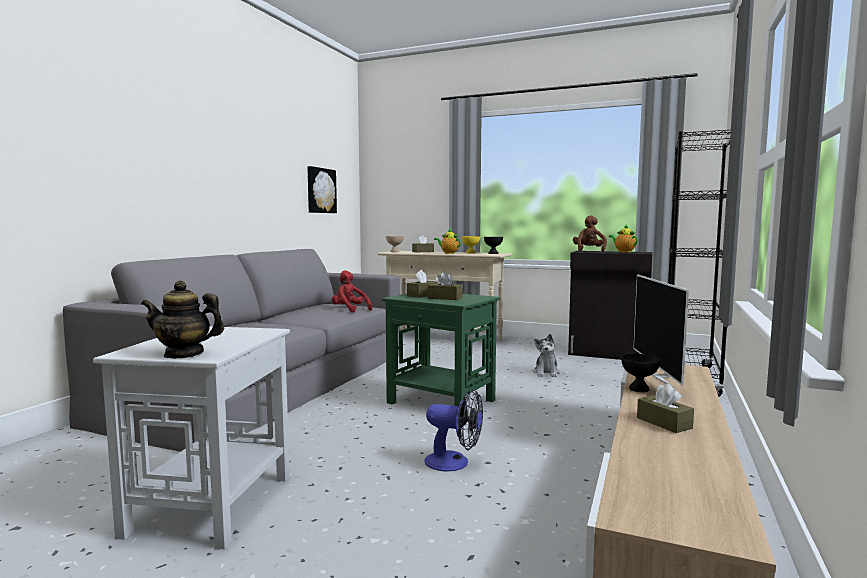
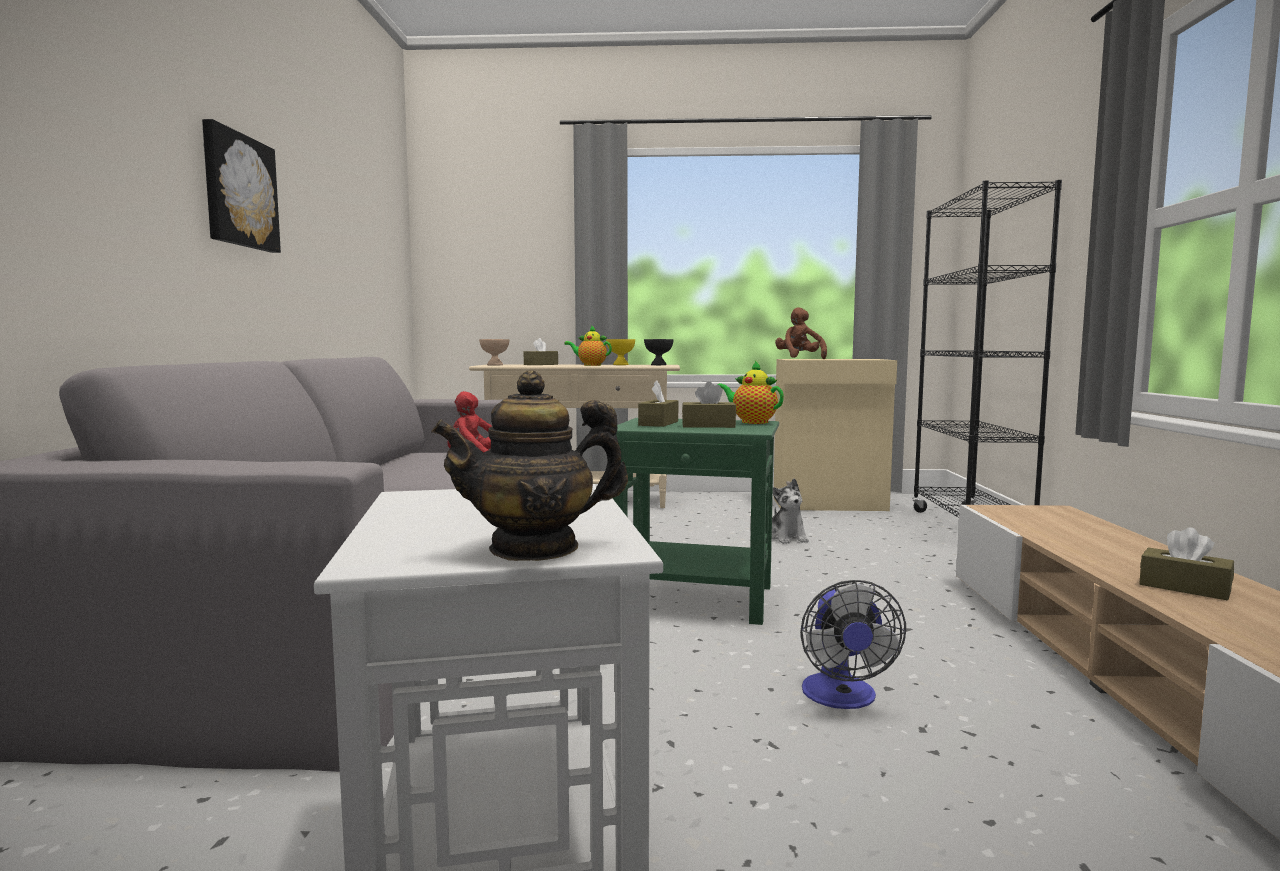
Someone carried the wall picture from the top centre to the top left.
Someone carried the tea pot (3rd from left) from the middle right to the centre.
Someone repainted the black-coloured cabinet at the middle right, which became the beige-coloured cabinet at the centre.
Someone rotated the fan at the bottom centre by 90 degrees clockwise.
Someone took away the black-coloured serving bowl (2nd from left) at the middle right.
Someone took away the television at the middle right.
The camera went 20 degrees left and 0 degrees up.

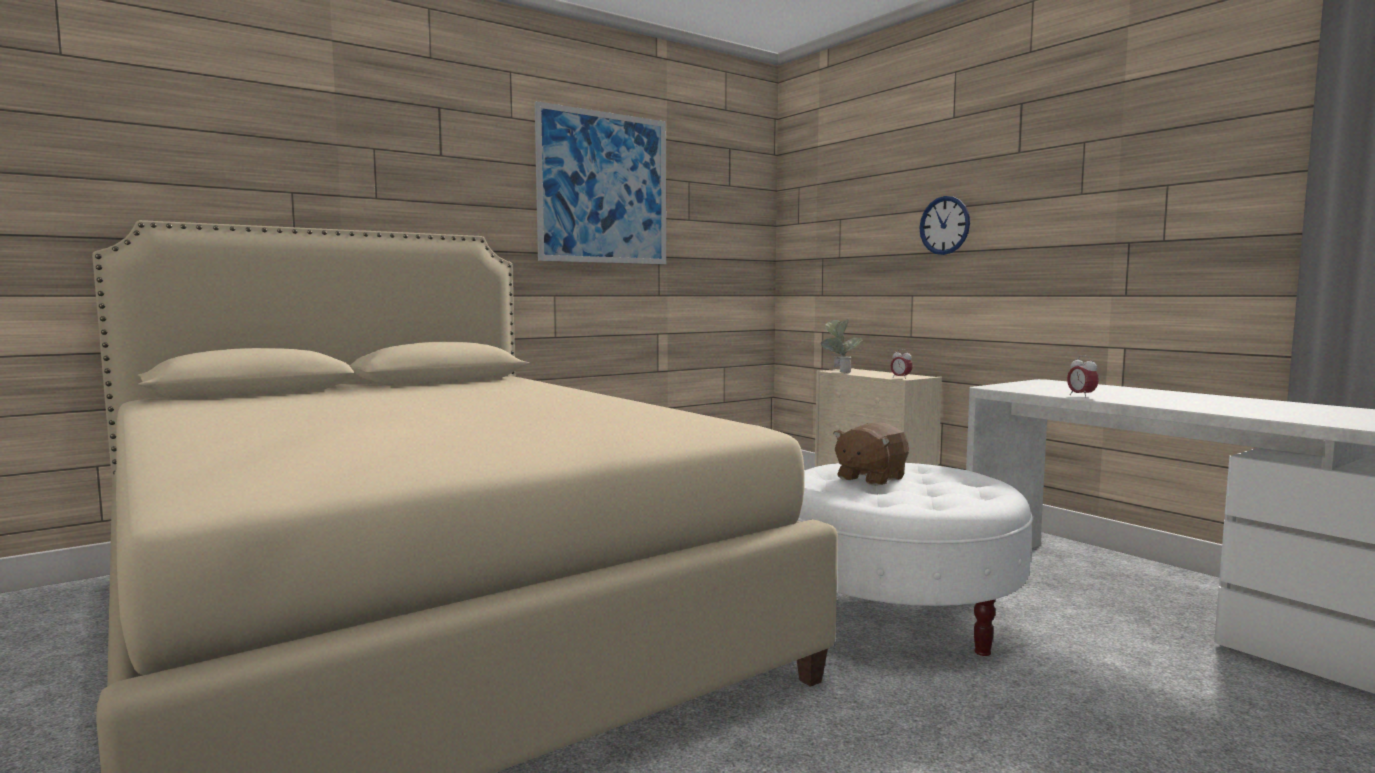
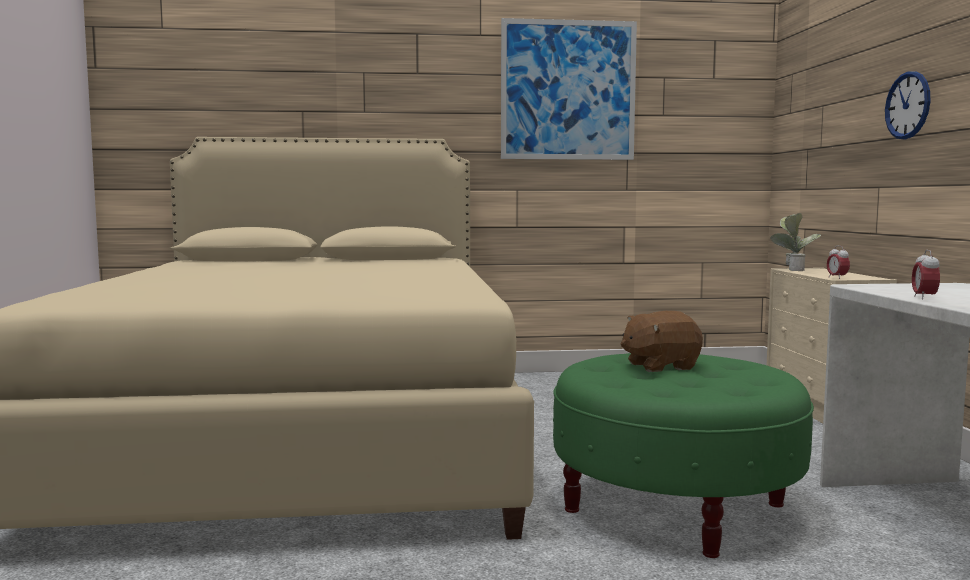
Someone repainted the white pouffe at the bottom centre, which became the greenish pouffe at the bottom right.
The camera went 30 degrees right and 0 degrees up.

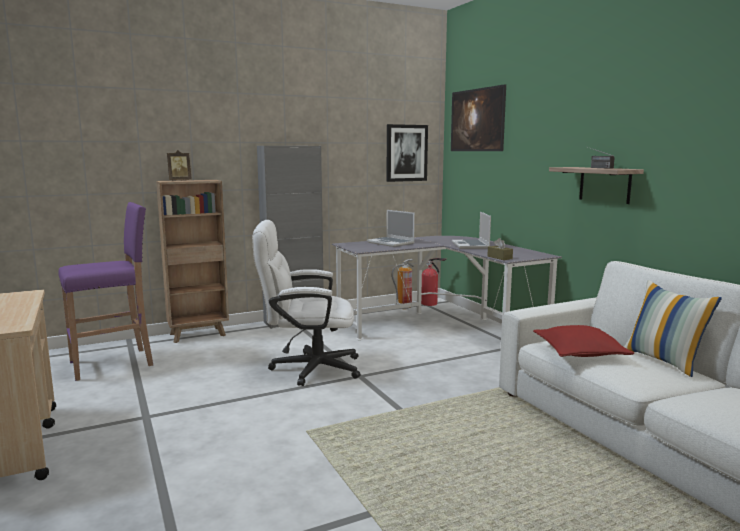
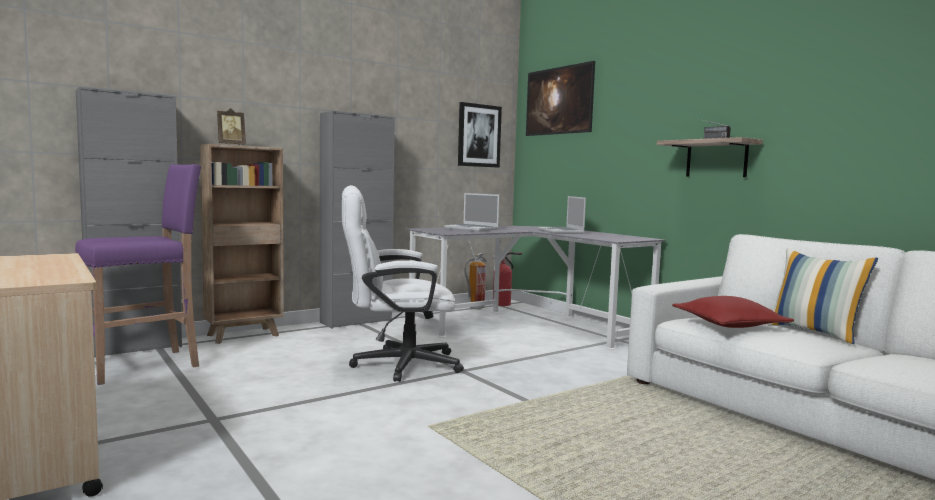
Someone put down the gray cabinet (1st from left) at the middle left.
Someone took away the brownish tissue box at the middle right.
The camera went 10 degrees left and 5 degrees down.

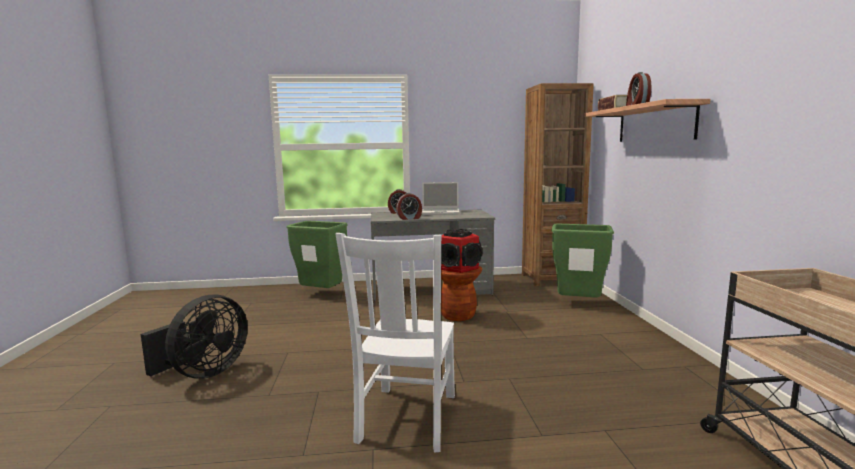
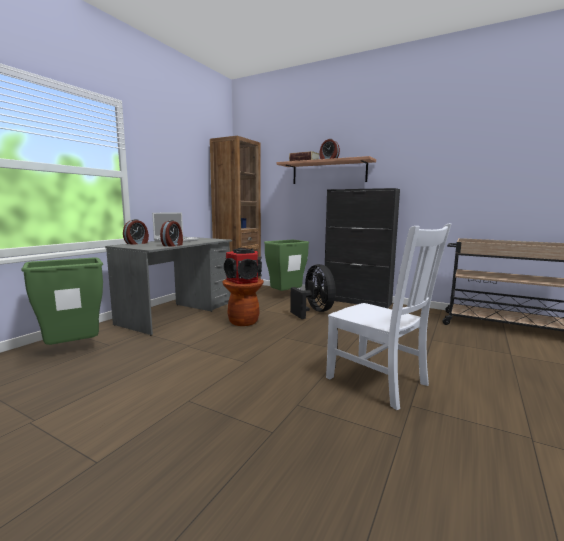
Someone carried the black-coloured fan from the bottom left to the centre.
Someone put down the black-coloured cabinet at the centre.
The camera went 55 degrees left and 0 degrees up.

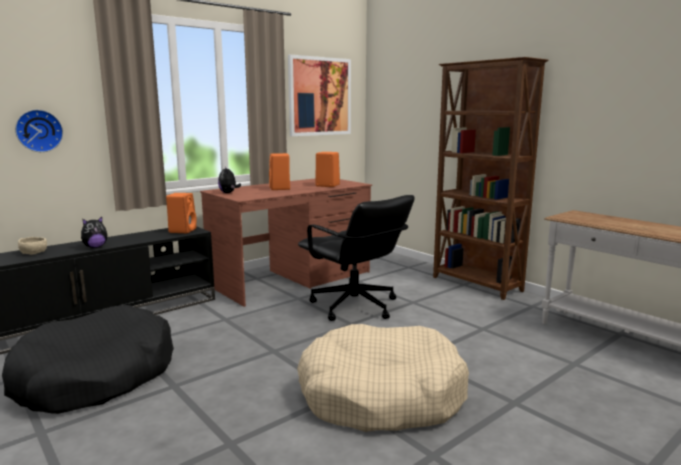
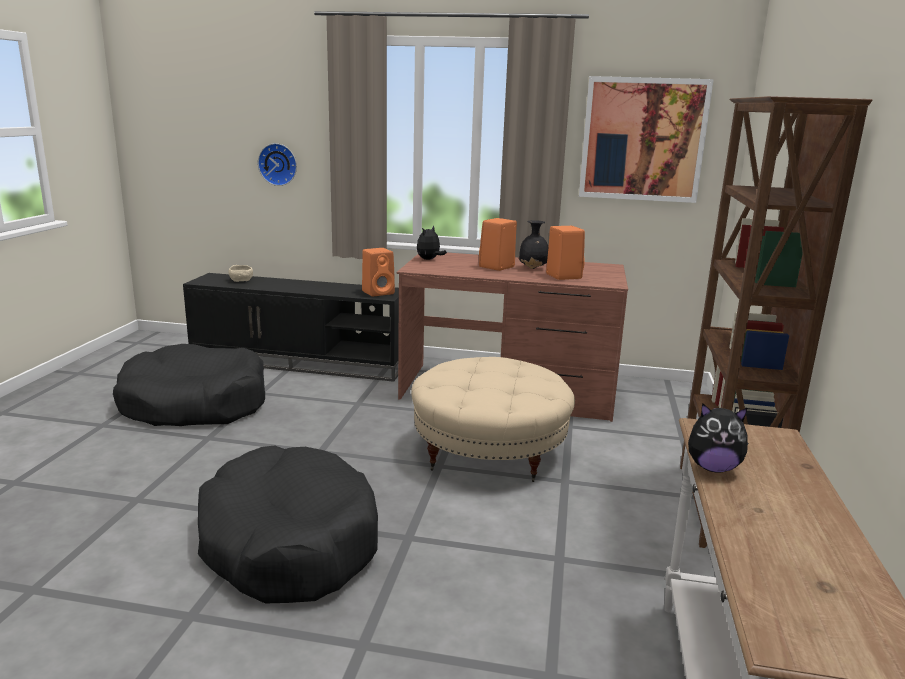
Someone repainted the beige-coloured dog cushion at the bottom centre, which became the black-coloured dog cushion (2nd from left) at the bottom left.
Someone swapped the black-coloured desk chair at the centre for the beige-coloured pouffe at the centre.
Someone put down the black-coloured vase at the centre.
Someone carried the cuddly toy (1st from left in the first image) from the middle left to the middle right.
The camera went 50 degrees right and 5 degrees up.

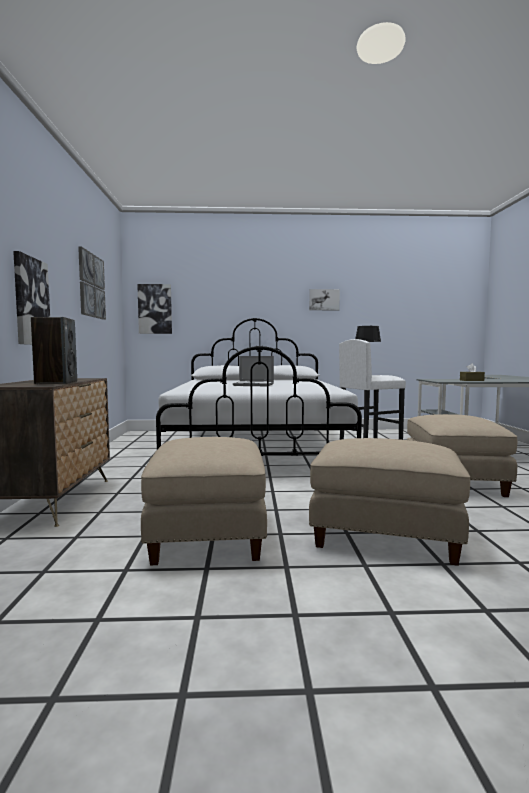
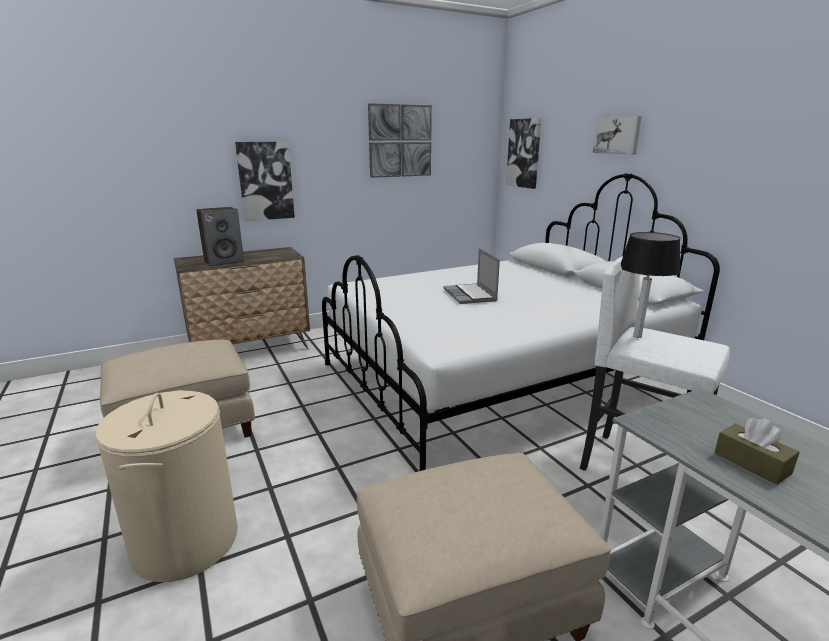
Someone swapped the beige-coloured pouffe (2nd from left) at the middle right for the beige-coloured hamper at the bottom left.
Someone carried the wall picture (4th from left) from the centre to the top right.
The camera went 65 degrees right and 15 degrees up.

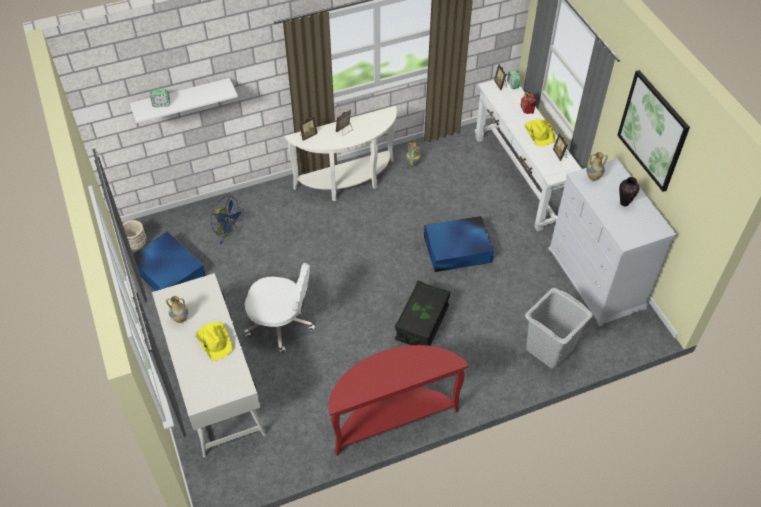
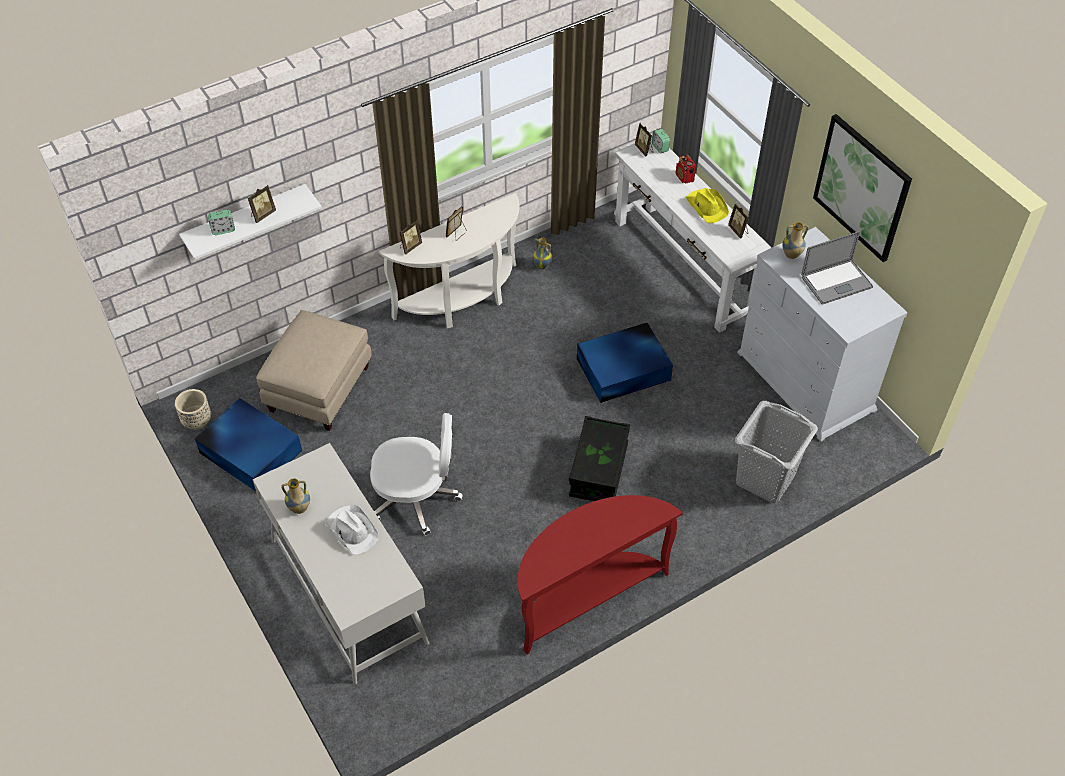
Someone put down the picture frame (1st from left) at the top left.
Someone swapped the blue fan at the middle left for the beige-coloured pouffe at the middle left.
Someone repainted the yellowish wearable hat (1st from left) at the bottom left, which became the white wearable hat at the bottom left.
Someone swapped the vase (4th from left) at the middle right for the laptop at the middle right.
The camera went 10 degrees left and 0 degrees up.

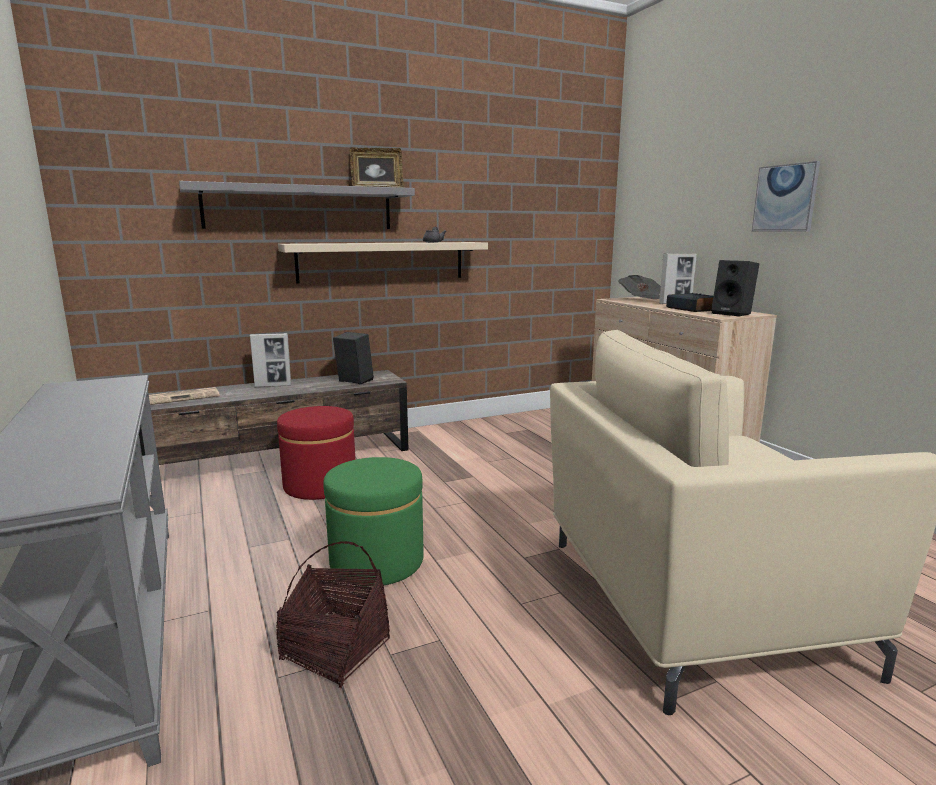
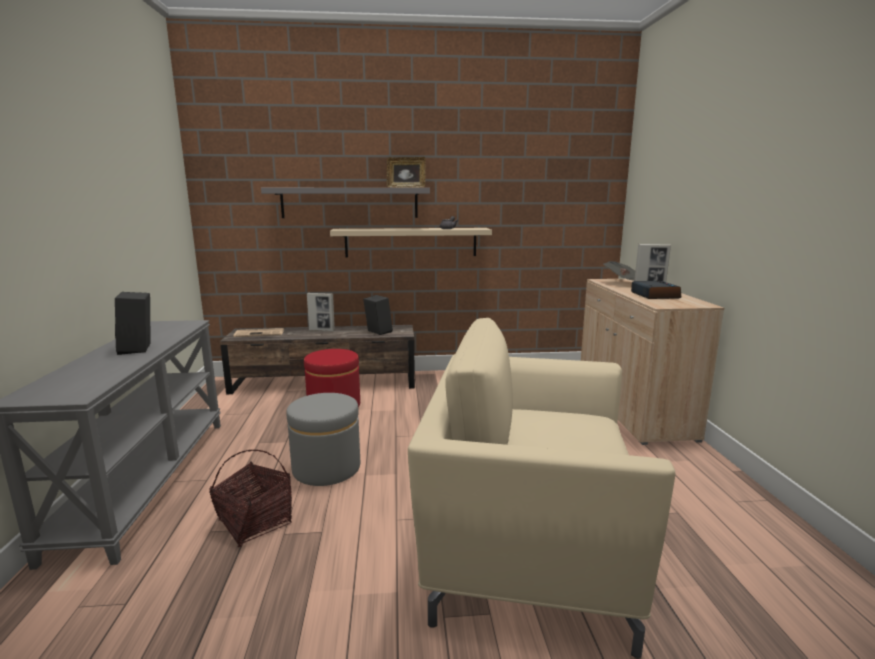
Someone carried the black-coloured loudspeaker (2nd from left in the first image) from the middle right to the middle left.
Someone repainted the greenish pouffe at the centre, which became the gray pouffe at the centre.
Someone took away the wall picture at the top right.
The camera went 20 degrees right and 0 degrees up.

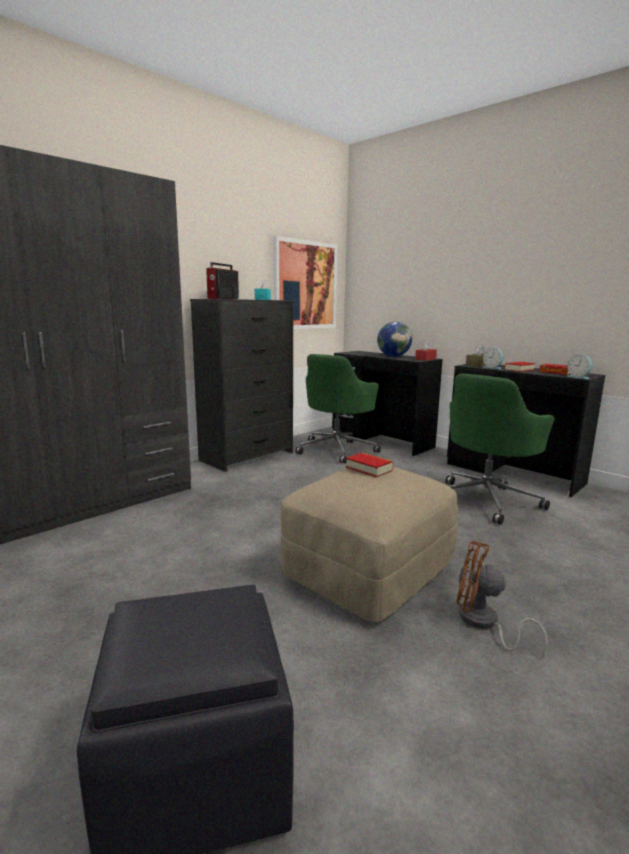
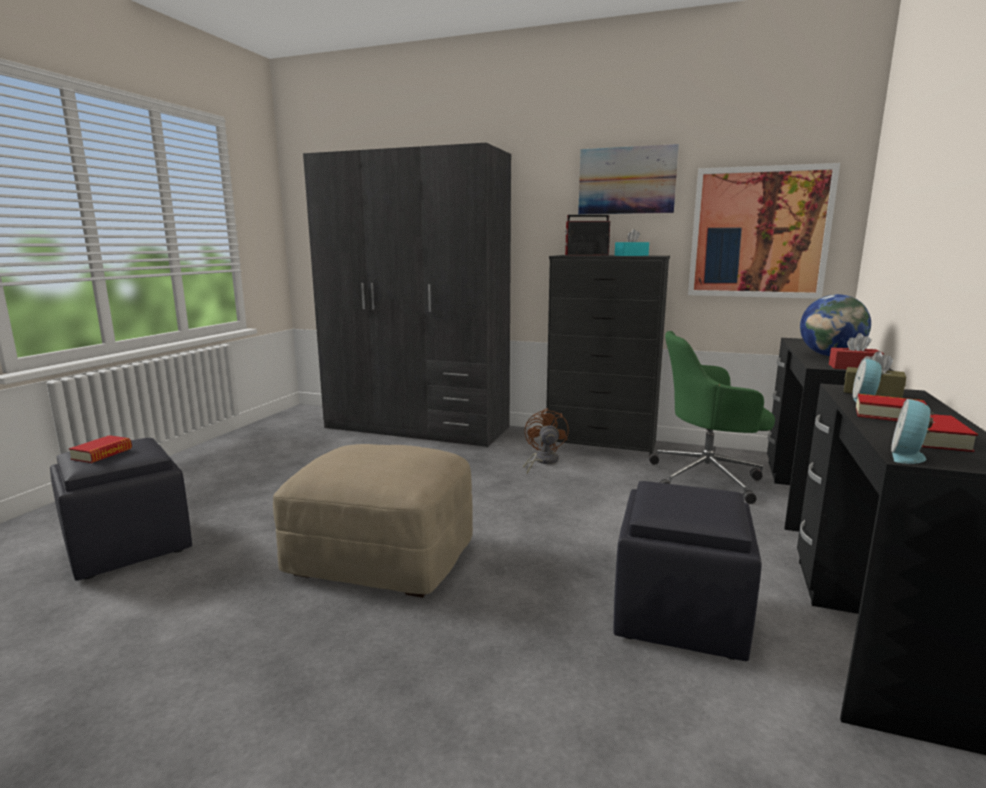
Someone carried the bound book (1st from left) from the centre to the middle left.
Someone carried the brownish fan from the bottom right to the centre.
Someone put up the wall picture (1st from left) at the top centre.
Someone swapped the greenish desk chair (2nd from left) at the middle right for the black-coloured pouffe (2nd from left) at the bottom right.
The camera went 65 degrees right and 0 degrees up.

